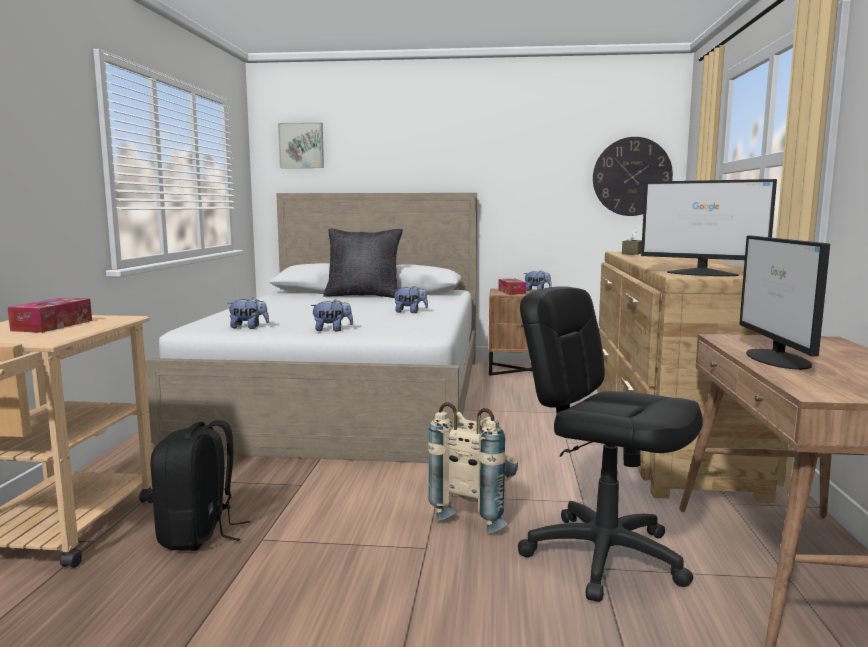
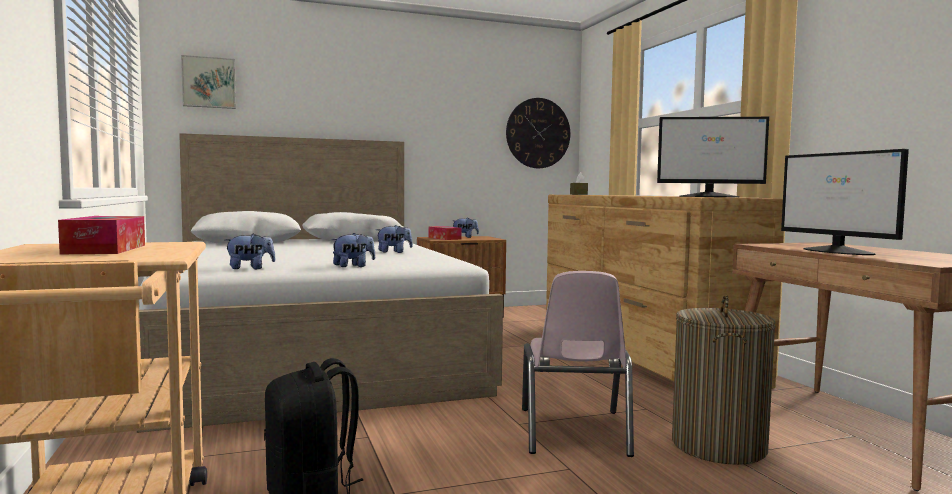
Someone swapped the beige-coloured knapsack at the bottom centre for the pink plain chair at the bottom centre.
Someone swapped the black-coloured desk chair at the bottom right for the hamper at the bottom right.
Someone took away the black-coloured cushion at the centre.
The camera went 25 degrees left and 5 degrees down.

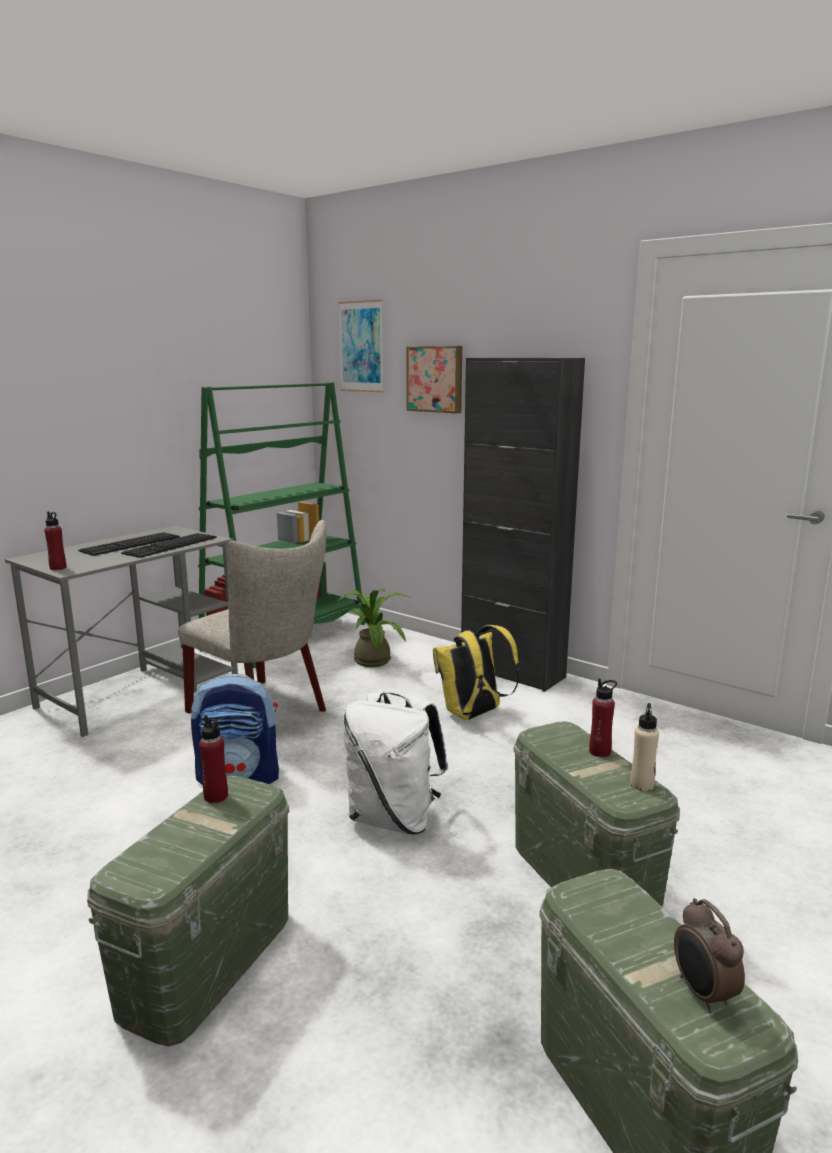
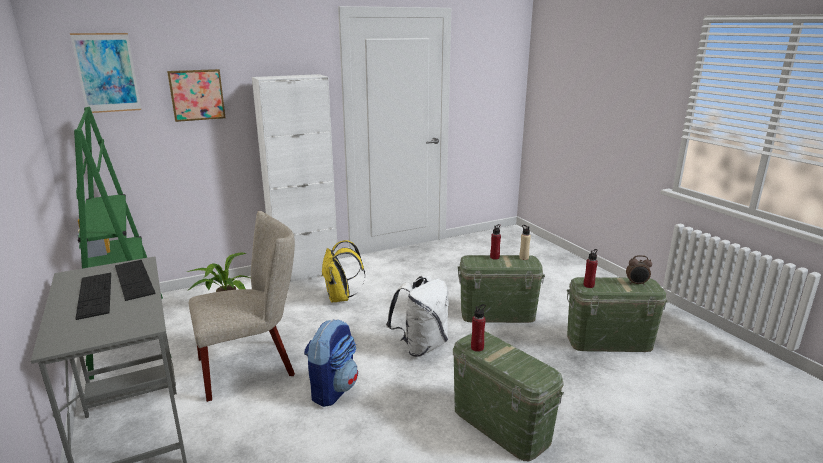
Someone repainted the black-coloured cabinet at the centre, which became the white cabinet at the centre.
Someone carried the reddish drink bottle (1st from left in the first image) from the middle left to the middle right.
The camera went 65 degrees left and 5 degrees up.

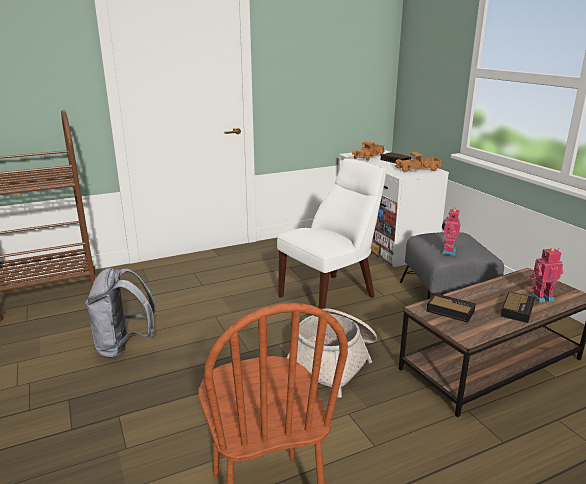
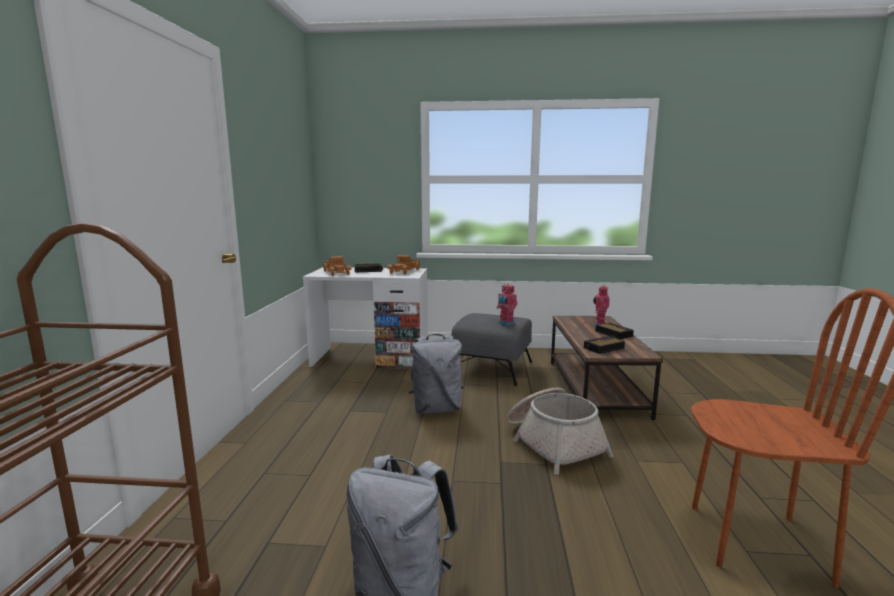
Someone swapped the white plain chair at the centre for the gray knapsack (2nd from left) at the centre.
The camera went 60 degrees left and 10 degrees down.

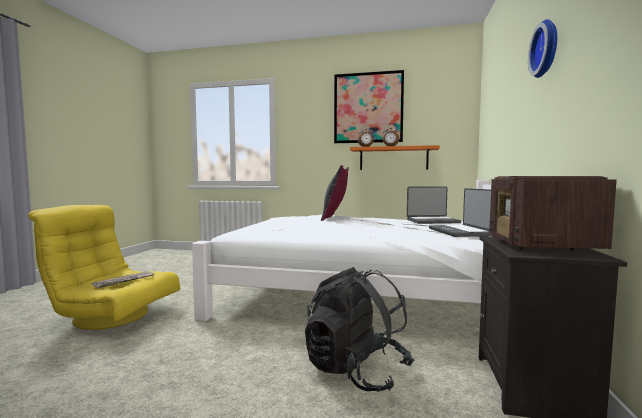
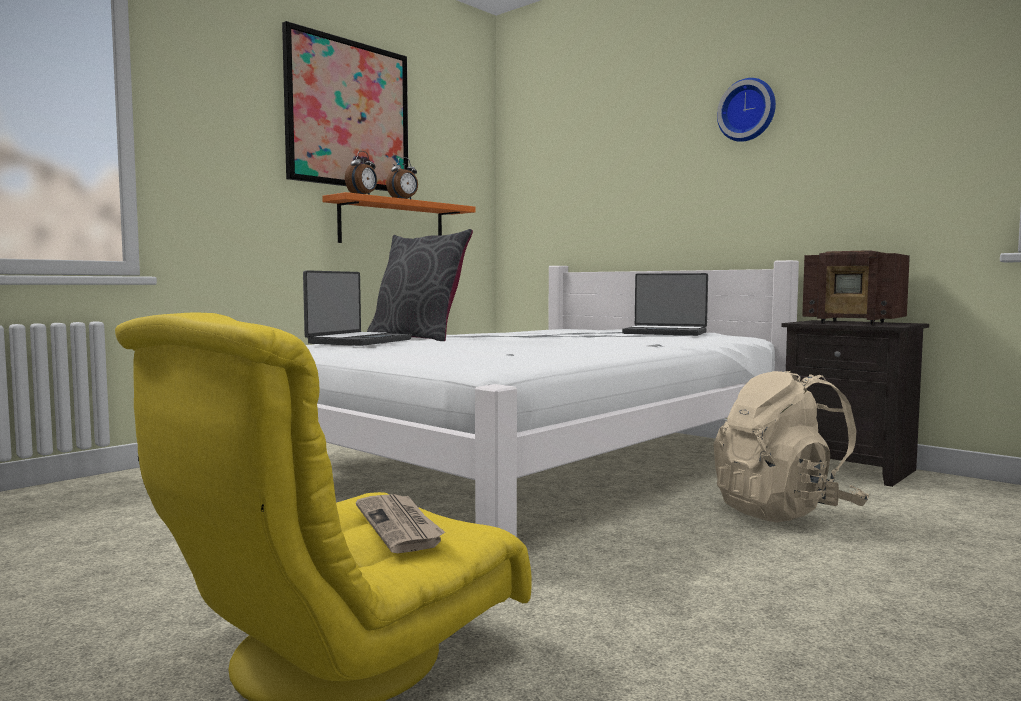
Someone carried the laptop (1st from left) from the middle right to the centre.
Someone repainted the black-coloured knapsack at the bottom centre, which became the beige-coloured knapsack at the middle right.
The camera went 60 degrees left and 0 degrees up.

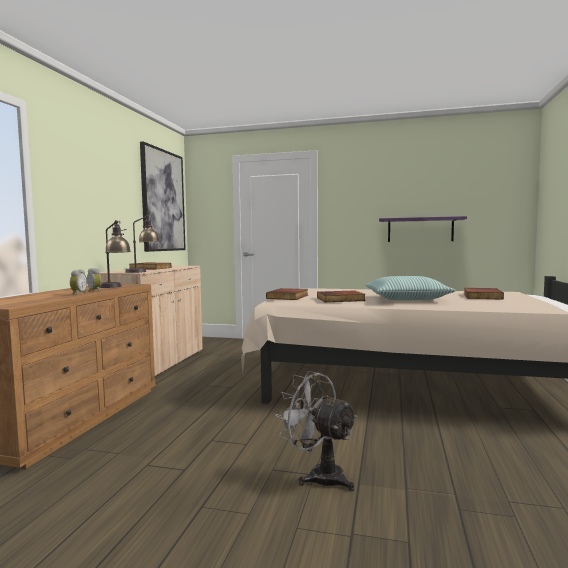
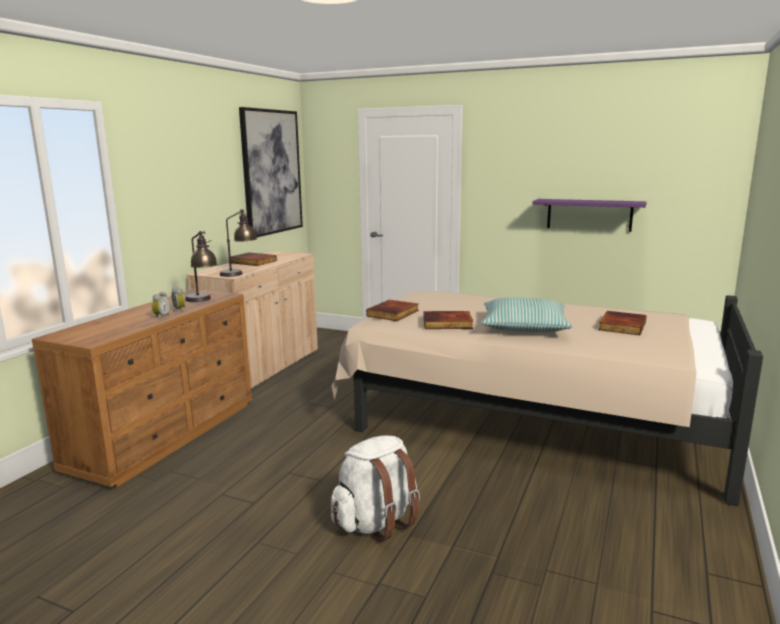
Someone swapped the gray fan at the bottom centre for the white knapsack at the bottom centre.
The camera went 10 degrees right and 10 degrees up.

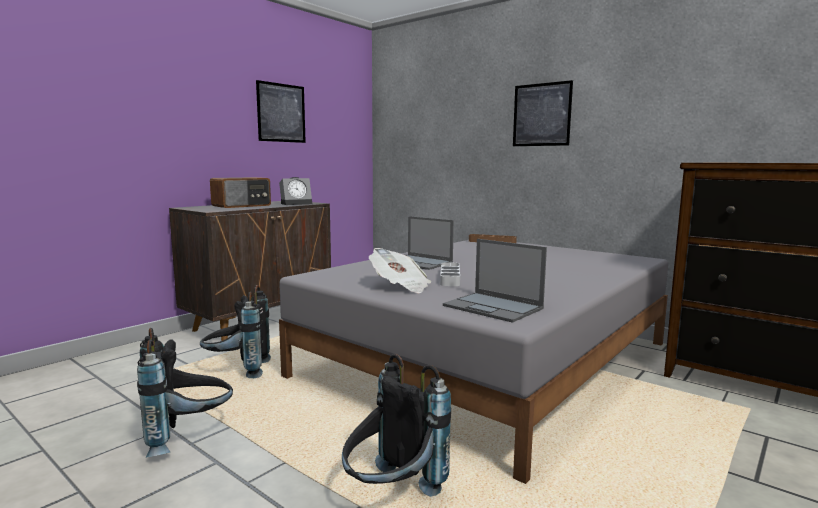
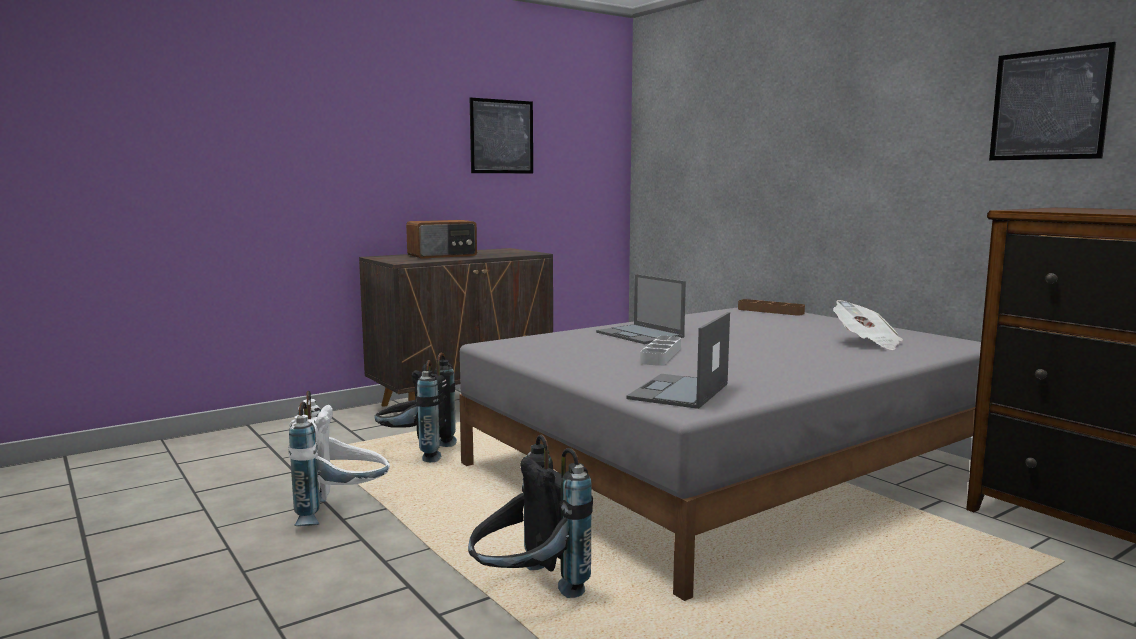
Someone repainted the black-coloured knapsack (1st from left) at the bottom left, which became the white knapsack at the bottom left.
Someone rotated the laptop (2nd from left) at the centre by 60 degrees clockwise.
Someone carried the newspaper from the centre to the middle right.
Someone carried the wall picture (2nd from left) from the top centre to the top right.
Someone took away the alarm clock at the centre.
The camera went 15 degrees right and 0 degrees up.

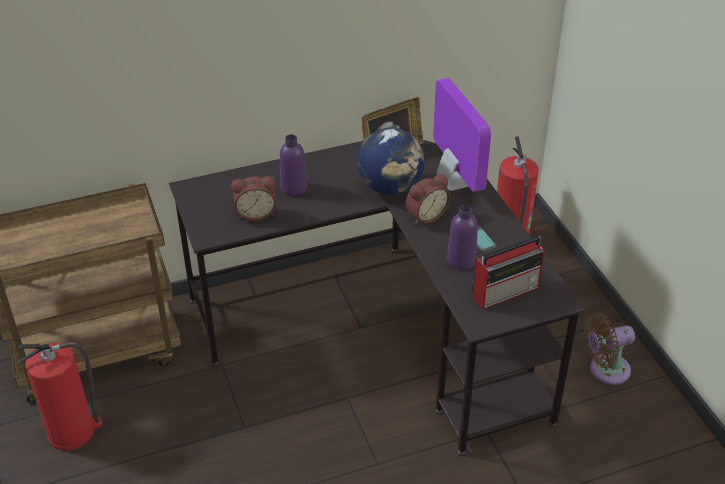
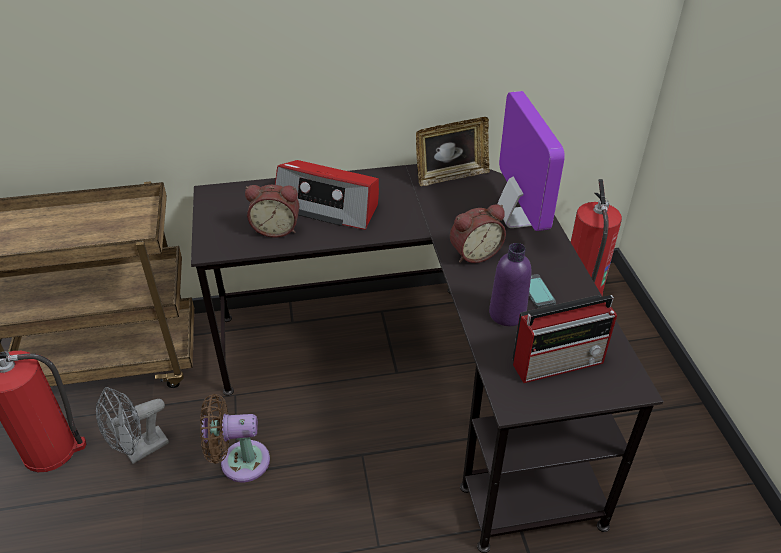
Someone put down the gray fan at the bottom left.
Someone carried the brownish fan from the bottom right to the bottom left.
Someone swapped the purple-coloured drink bottle (1st from left) at the centre for the radio set (1st from left) at the centre.
Someone took away the globe at the top centre.
The camera went 10 degrees right and 0 degrees up.

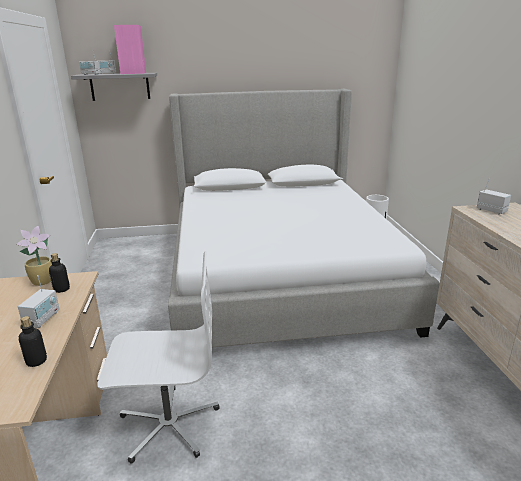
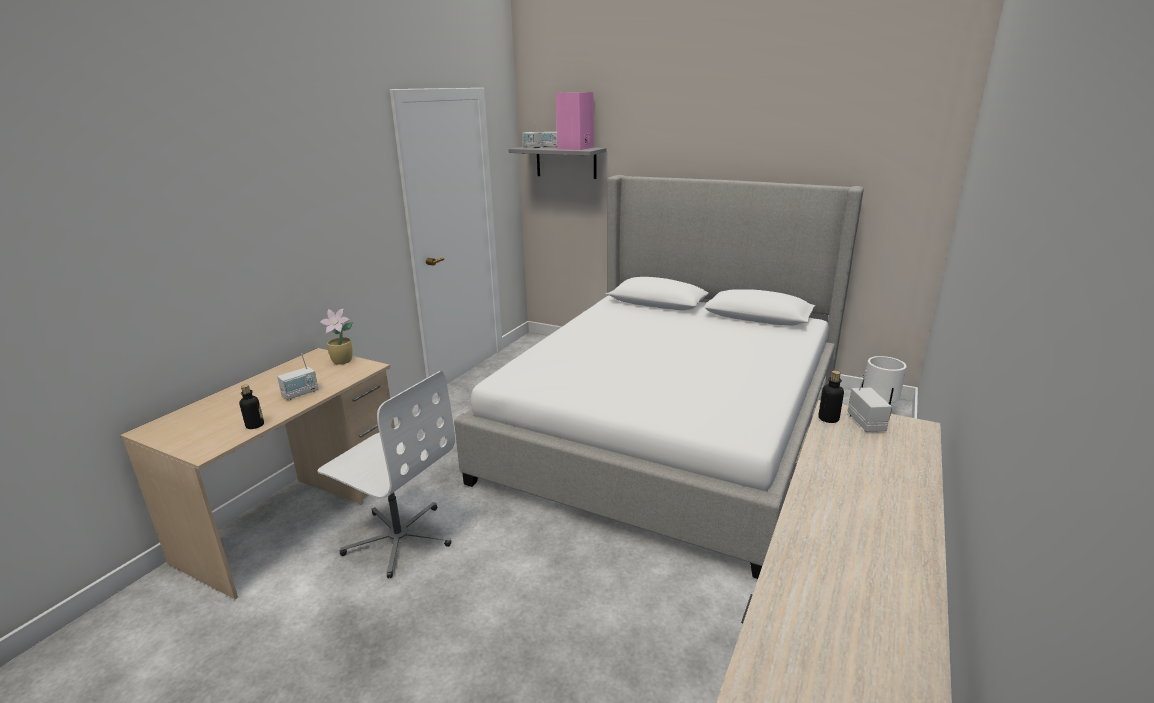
Someone carried the drink bottle (2nd from left) from the middle left to the middle right.
The camera went 35 degrees right and 0 degrees up.

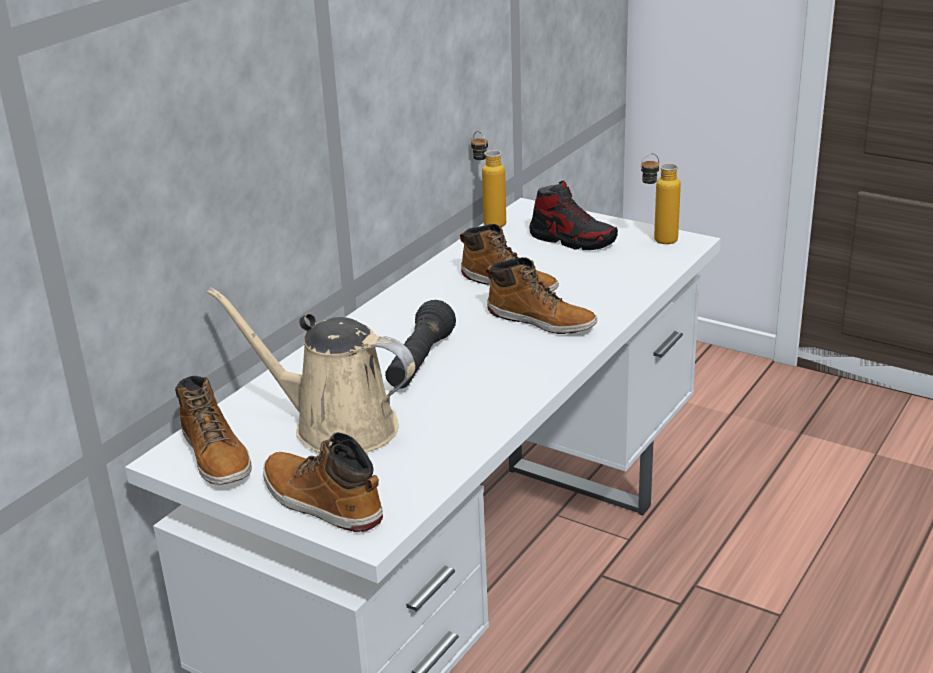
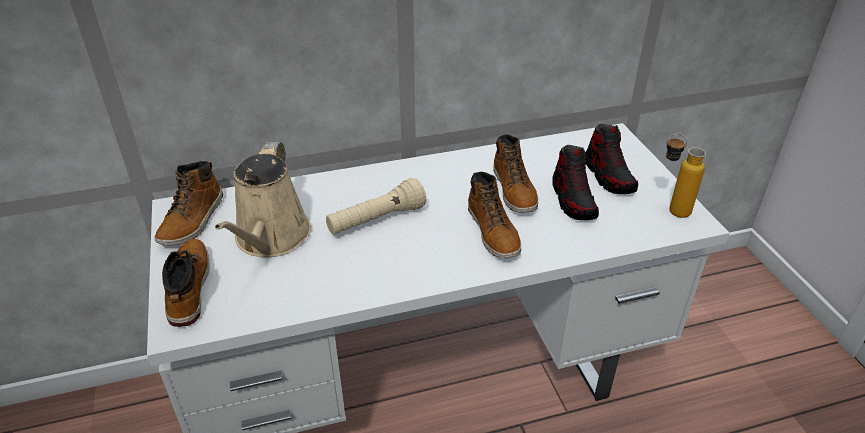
Someone rotated the beige-coloured watering can at the centre by 150 degrees counterclockwise.
Someone repainted the black-coloured flashlight at the centre, which became the beige-coloured flashlight at the centre.
Someone put down the low shoe (1st from left) at the centre.
Someone took away the drink bottle (1st from left) at the top centre.
The camera went 40 degrees right and 10 degrees up.

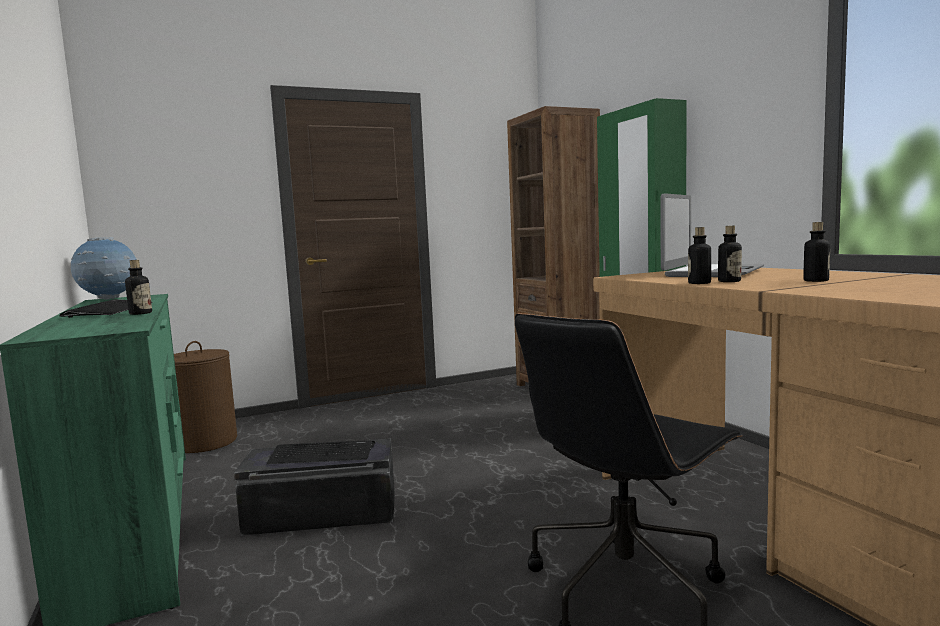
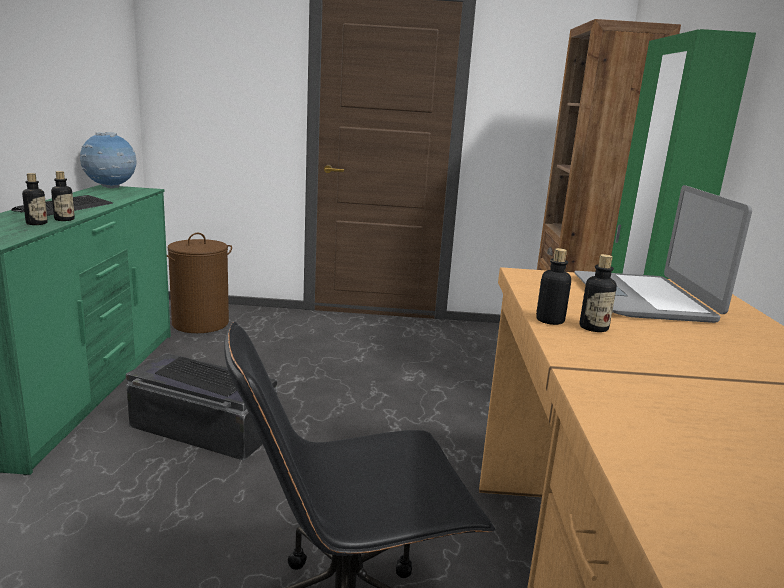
Someone carried the drink bottle (4th from left in the first image) from the middle right to the middle left.
Someone rotated the laptop at the middle right by 120 degrees clockwise.
The camera went 25 degrees right and 10 degrees up.

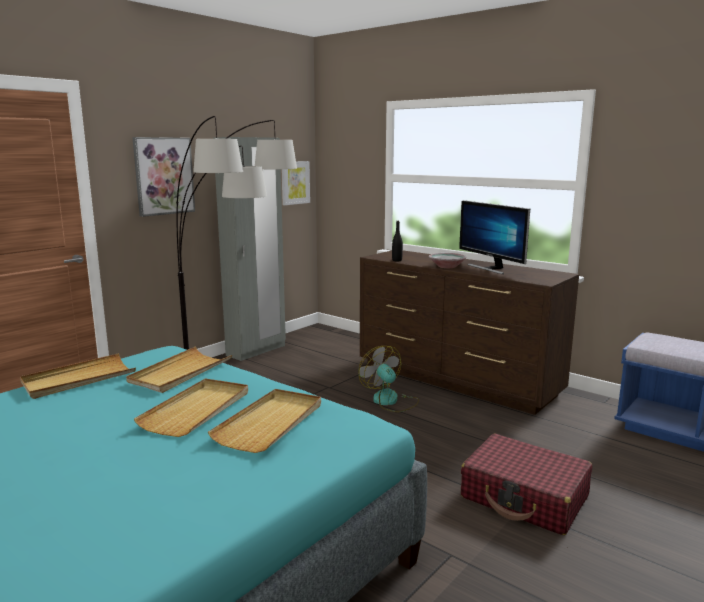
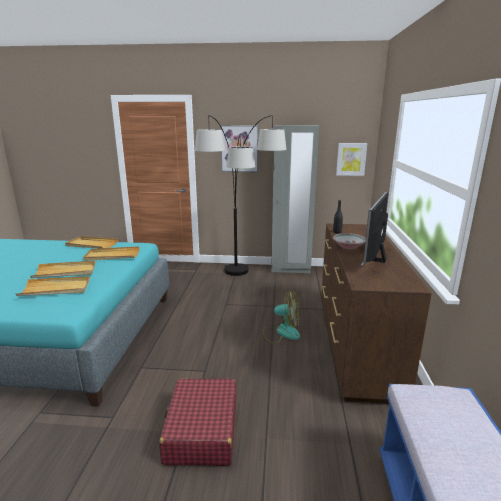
Someone rotated the fan at the centre by 75 degrees clockwise.
The camera went 55 degrees right and 5 degrees up.

